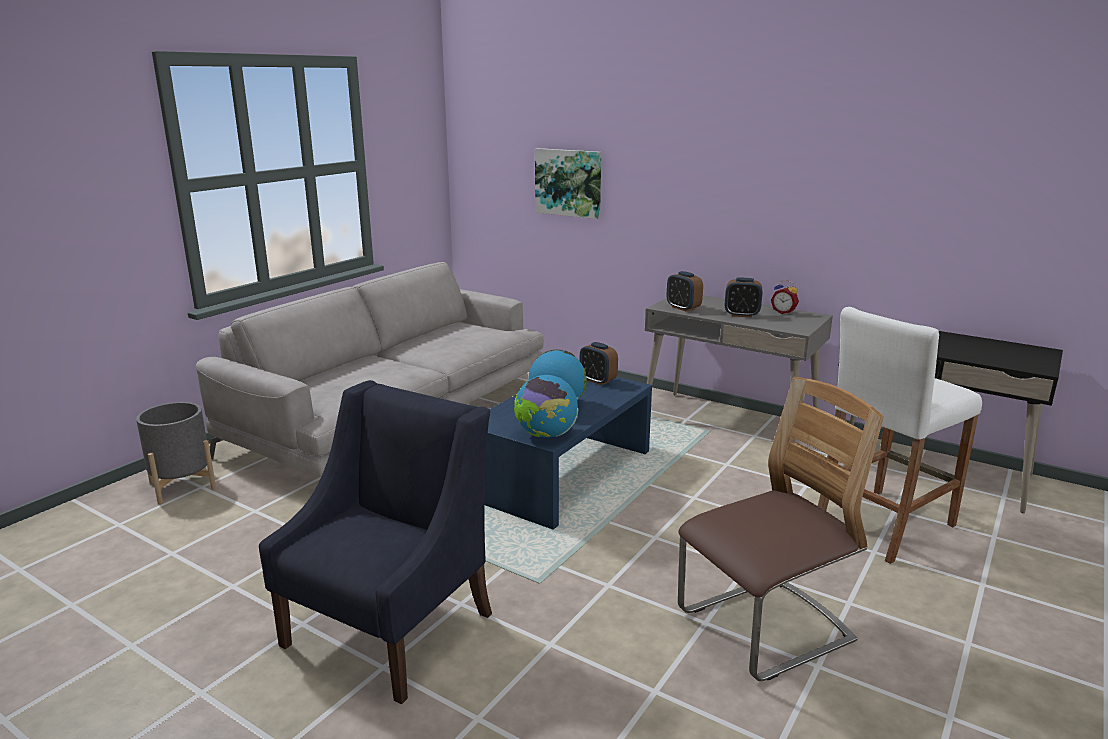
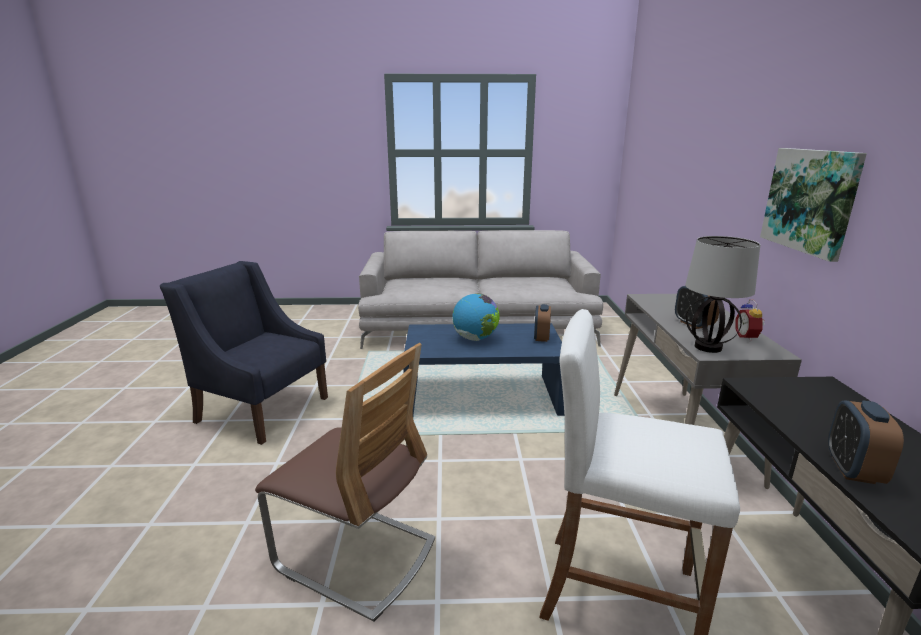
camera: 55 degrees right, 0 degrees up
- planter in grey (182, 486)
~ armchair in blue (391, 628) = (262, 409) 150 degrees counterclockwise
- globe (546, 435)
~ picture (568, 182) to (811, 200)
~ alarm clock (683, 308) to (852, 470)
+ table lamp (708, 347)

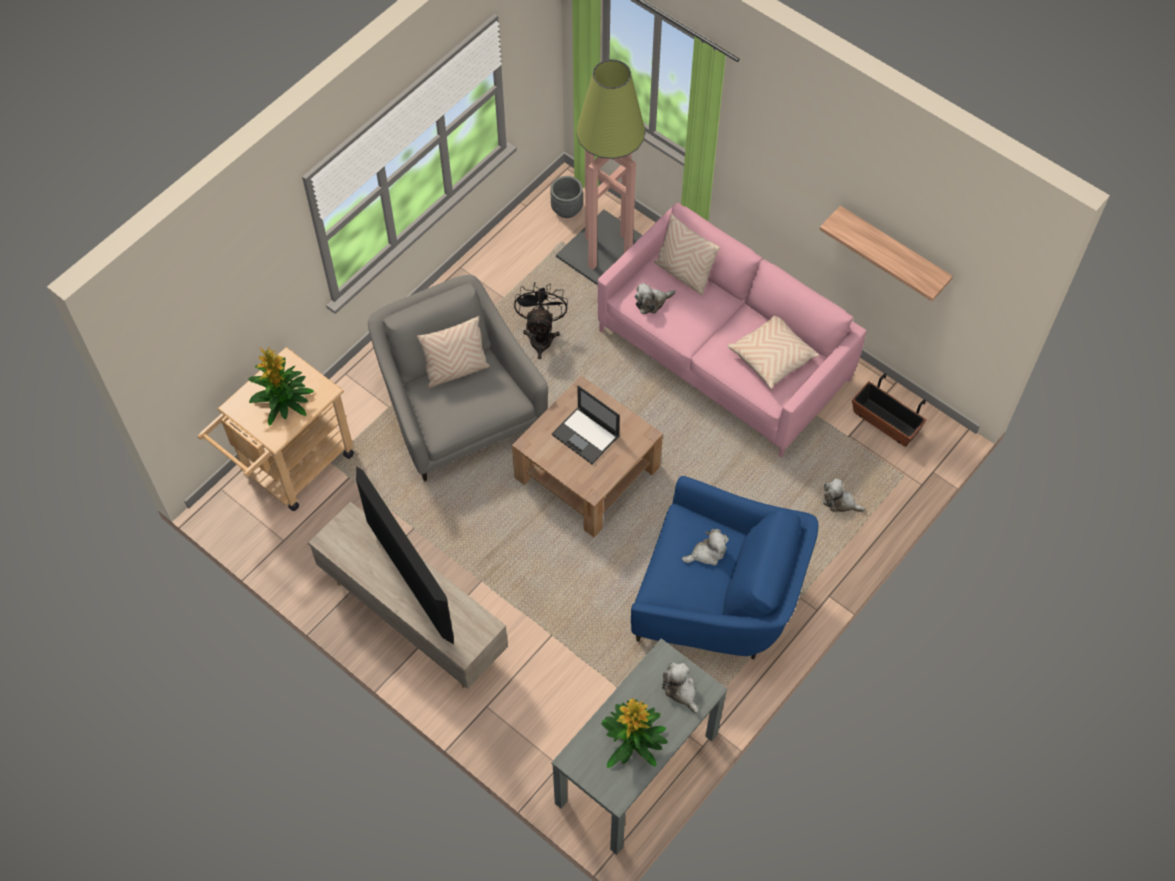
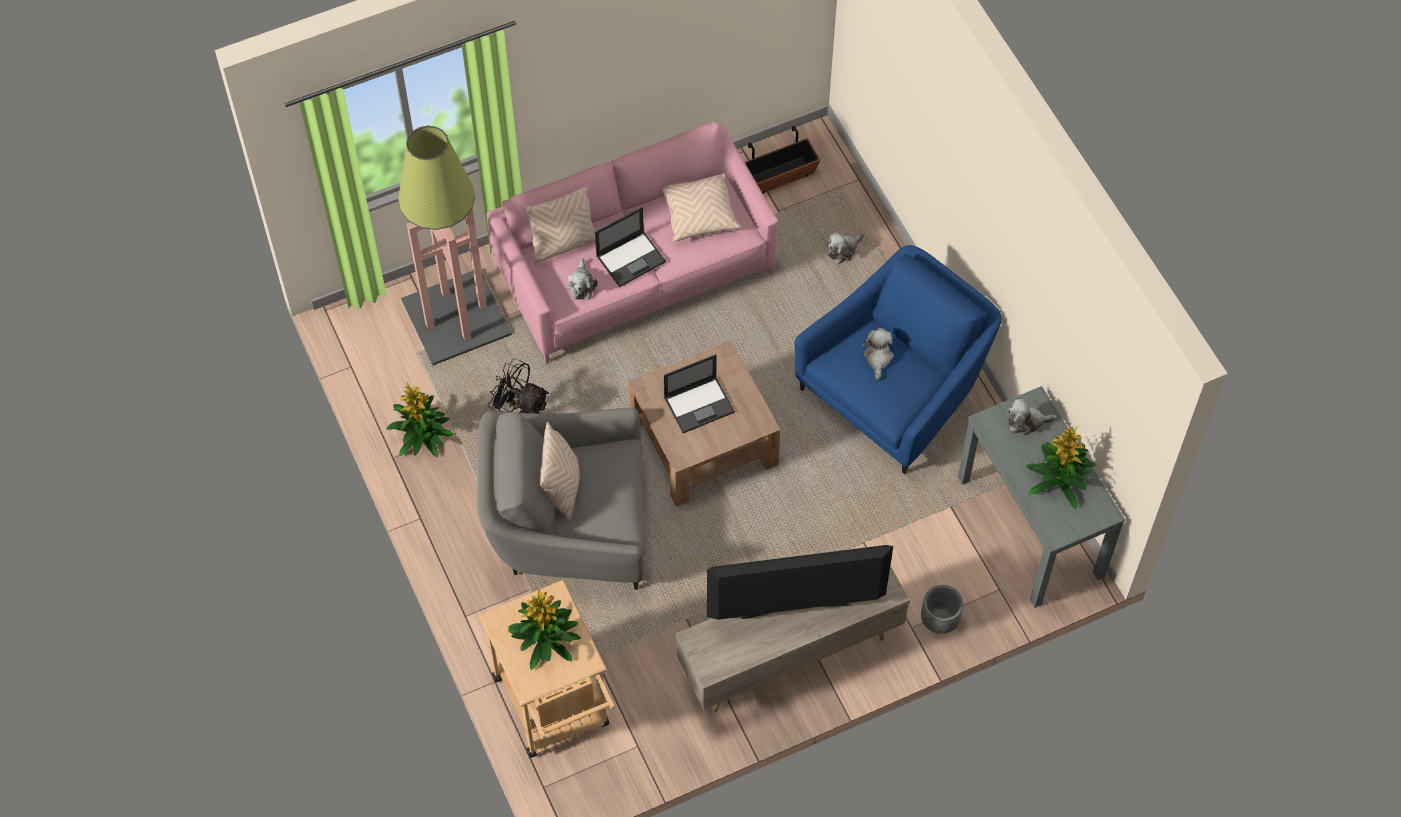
camera: 65 degrees left, 0 degrees up
~ planter in grey (567, 209) to (939, 620)
- shelf (892, 251)
+ potted plant (420, 435)
+ laptop (631, 258)

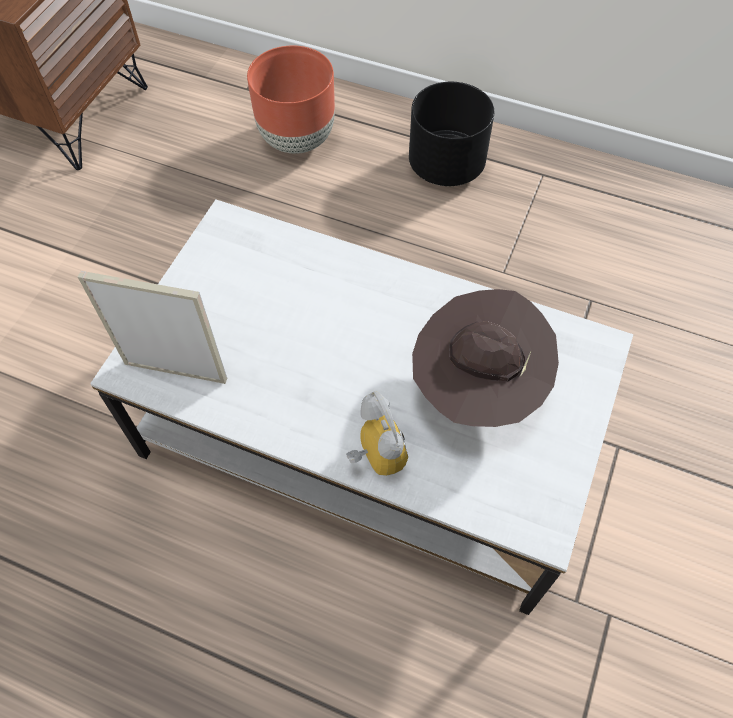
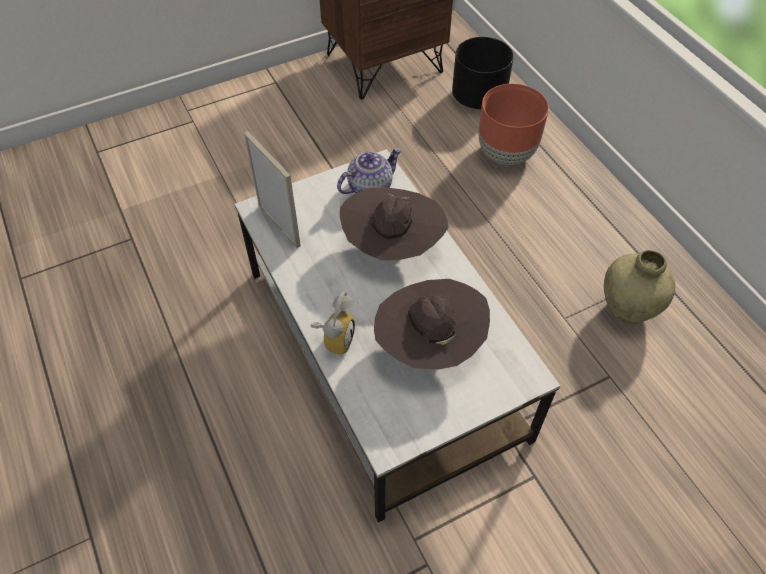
camera: 40 degrees right, 5 degrees down
~ planter in black (445, 167) to (478, 98)
+ teapot (370, 186)
+ hat in brown (392, 247)
+ vase in beige (627, 310)

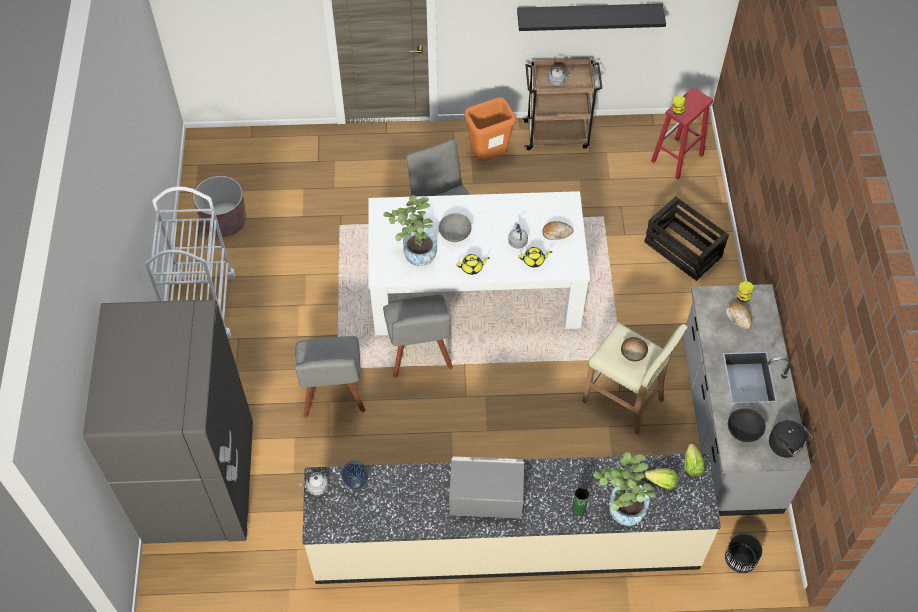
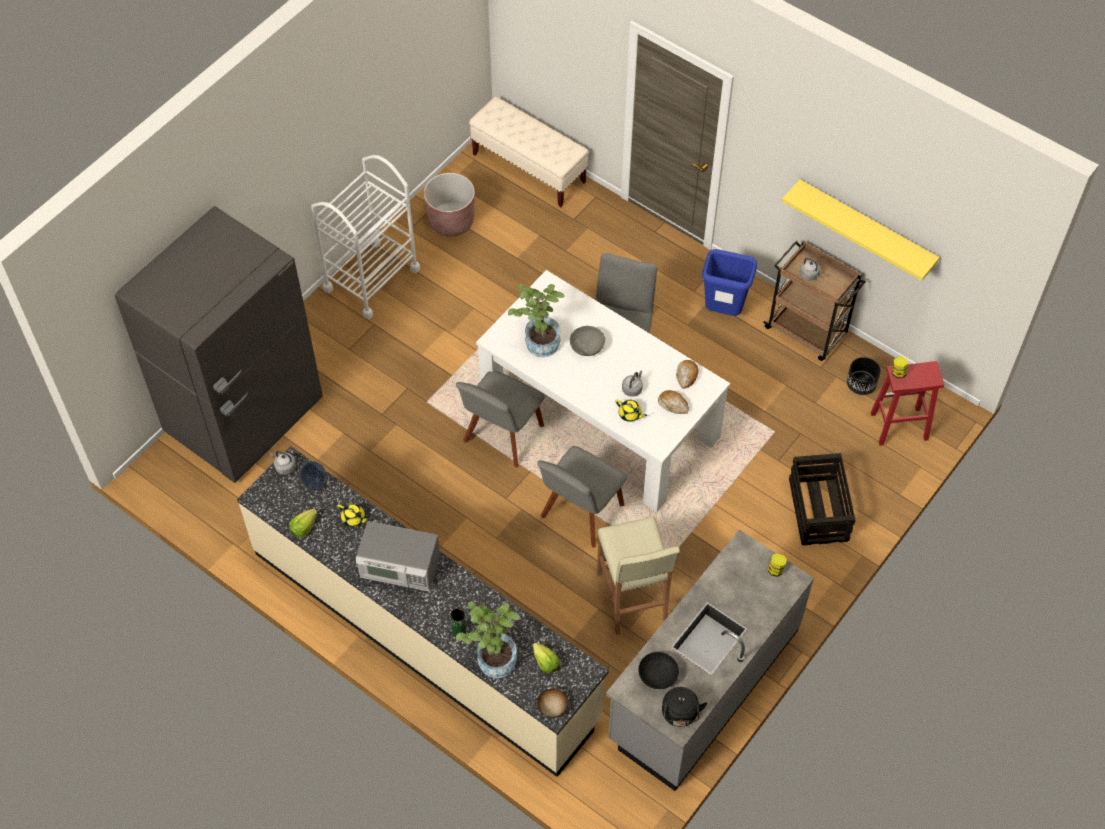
camera: 40 degrees right, 0 degrees up
~ chair in grey (333, 394) to (580, 514)
~ microwave (485, 495) = (400, 567) 150 degrees clockwise
~ teapot in yellow (472, 267) to (353, 518)
~ trash can in orange (489, 157) to trash can in blue (724, 311)
~ shelf in black (588, 15) to shelf in yellow (866, 227)
~ bowl (633, 354) to (553, 708)
~ lettuce (692, 465) to (304, 527)
~ planter in black (740, 560) to (860, 385)
~ bread (738, 317) to (686, 375)
+ bench in beige (529, 168)

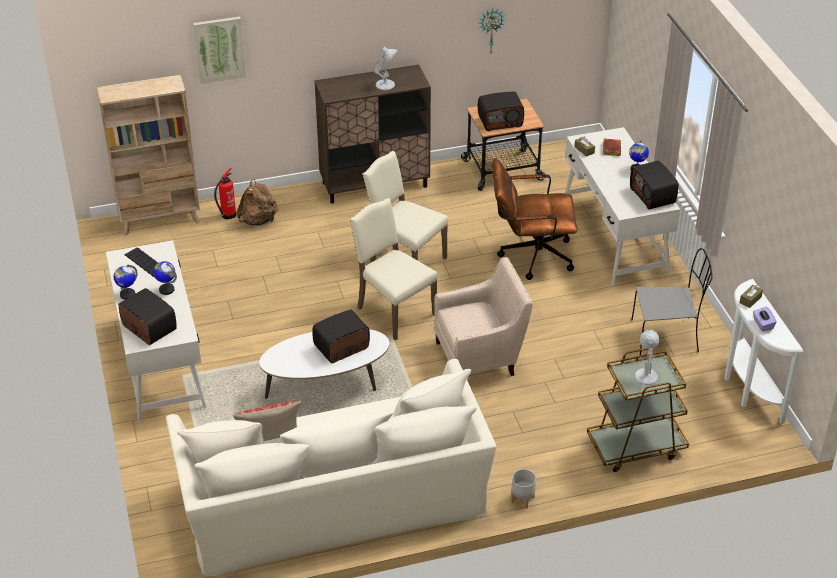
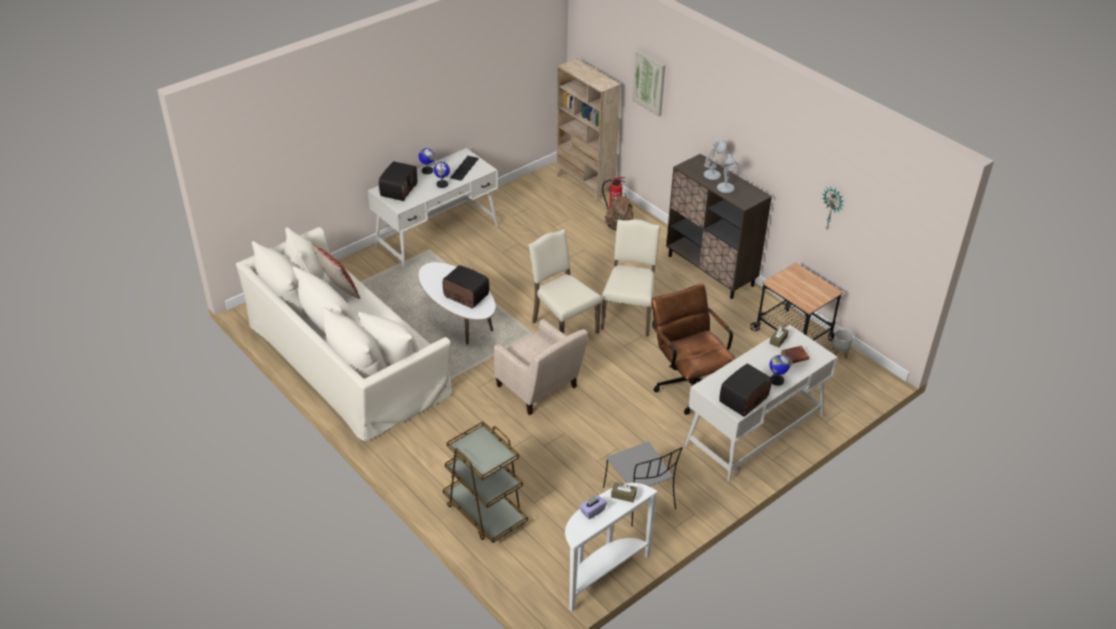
camera: 65 degrees right, 0 degrees up
~ chair in beige (394, 311) = (562, 327) 60 degrees counterclockwise
- radio (500, 121)
~ planter in grey (522, 500) to (839, 354)
~ table lamp in white (646, 375) to (713, 174)

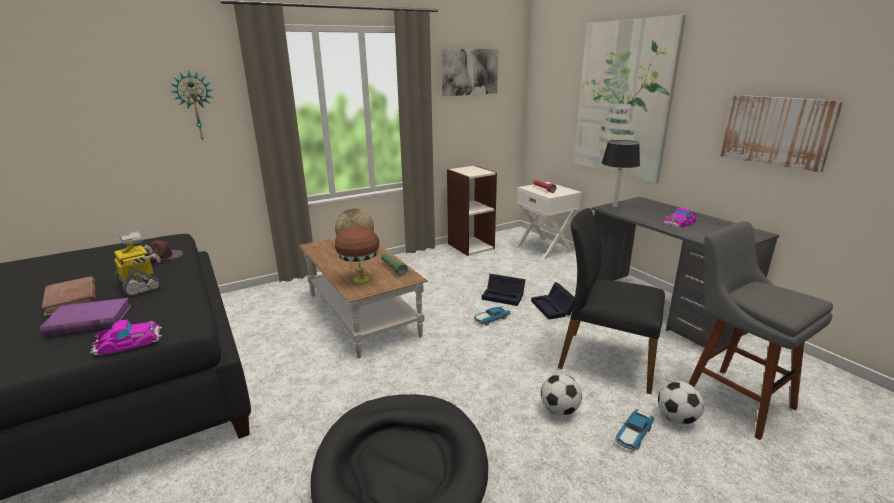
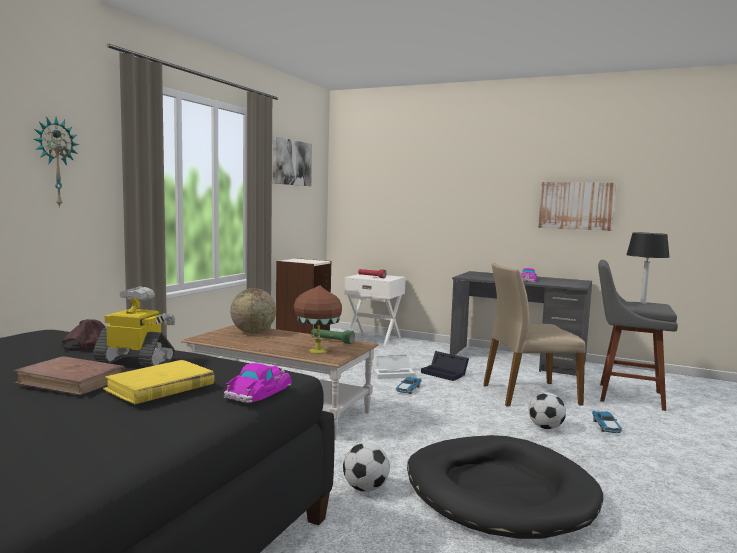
camera: 35 degrees left, 15 degrees down
~ book in purple (88, 320) to book in yellow (160, 387)
~ storage box in black (504, 296) to storage box in white (393, 373)
~ chair in black (606, 359) to chair in beige (529, 394)
- picture (623, 100)
~ table lamp in black (614, 207) to (643, 303)
~ football (676, 418) to (365, 488)

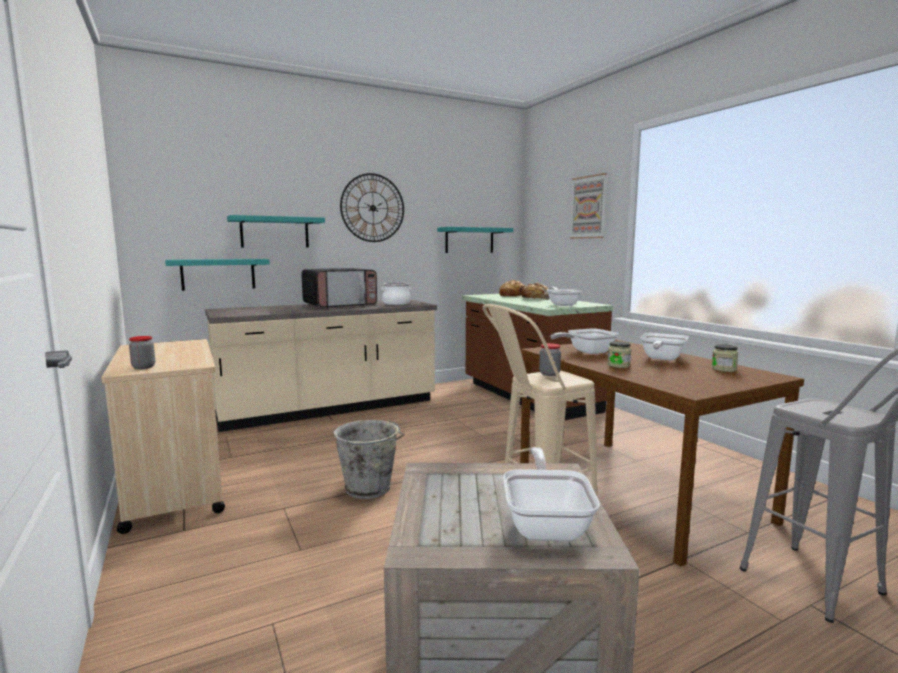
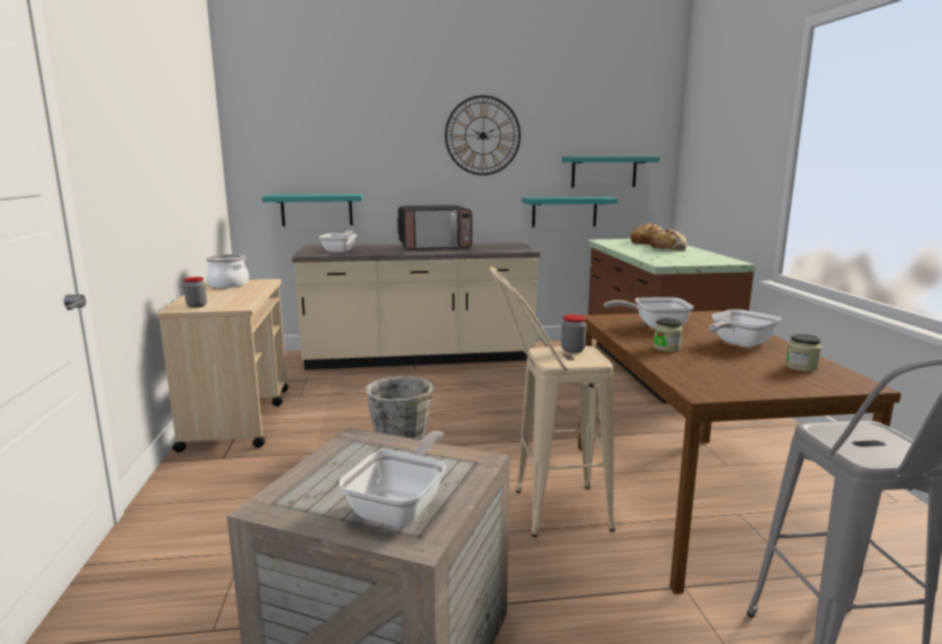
camera: 20 degrees right, 5 degrees up
~ shelf in turquoise (274, 232) to (564, 212)
~ cooking pot (396, 303) to (229, 285)
~ frying pan (562, 304) to (341, 251)
- picture (588, 207)

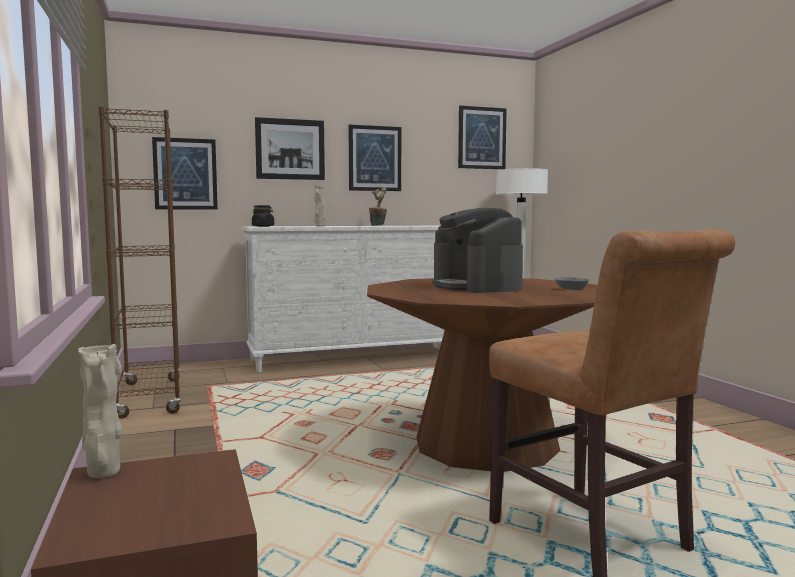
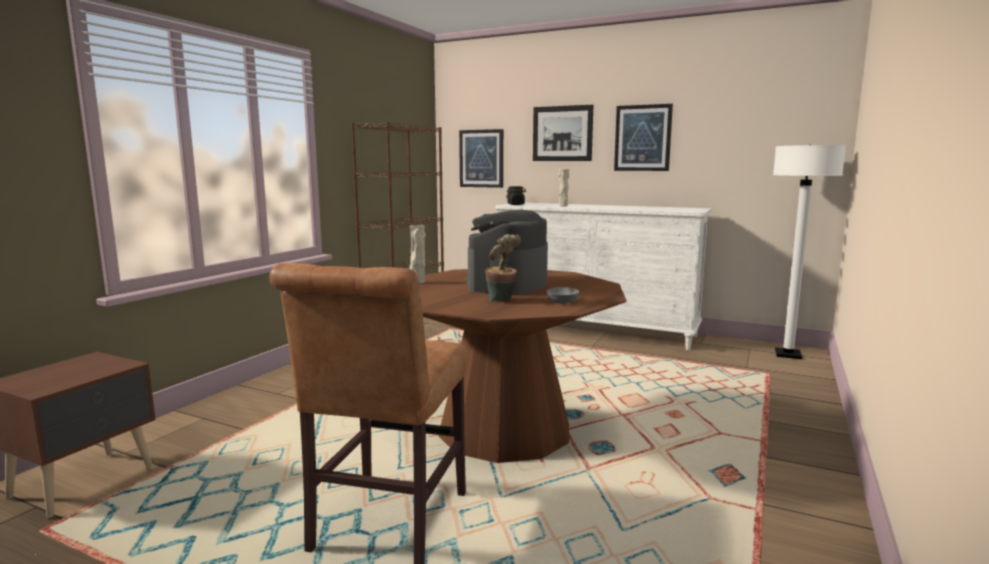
camera: 45 degrees right, 5 degrees up
~ vase in beige (103, 473) to (418, 282)
~ potted plant (378, 225) to (502, 300)
- picture (481, 138)

